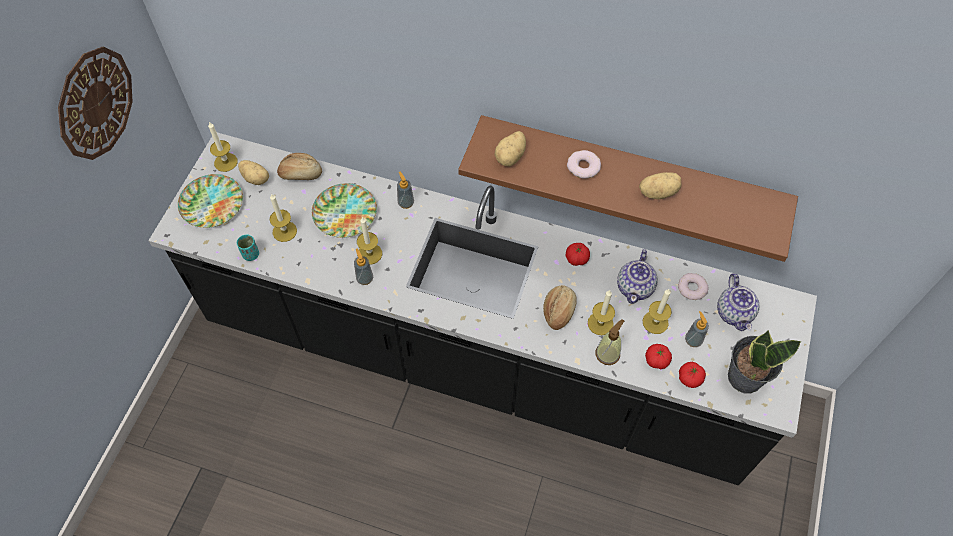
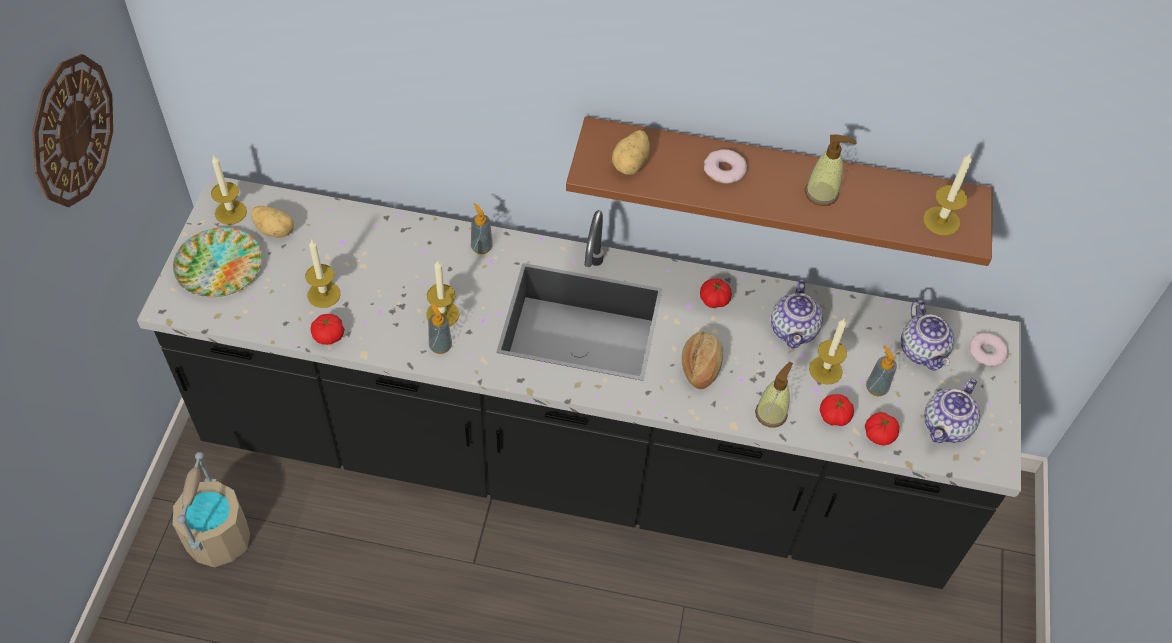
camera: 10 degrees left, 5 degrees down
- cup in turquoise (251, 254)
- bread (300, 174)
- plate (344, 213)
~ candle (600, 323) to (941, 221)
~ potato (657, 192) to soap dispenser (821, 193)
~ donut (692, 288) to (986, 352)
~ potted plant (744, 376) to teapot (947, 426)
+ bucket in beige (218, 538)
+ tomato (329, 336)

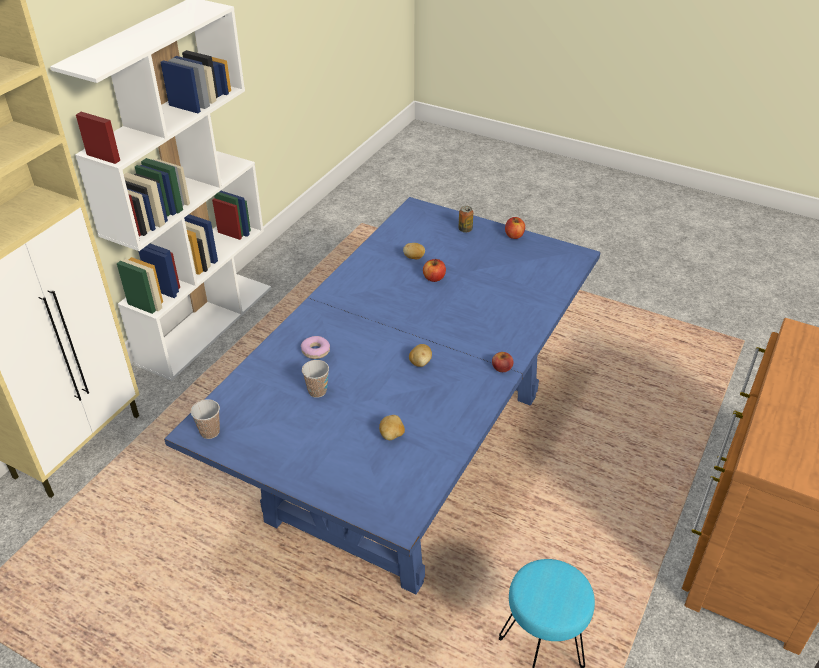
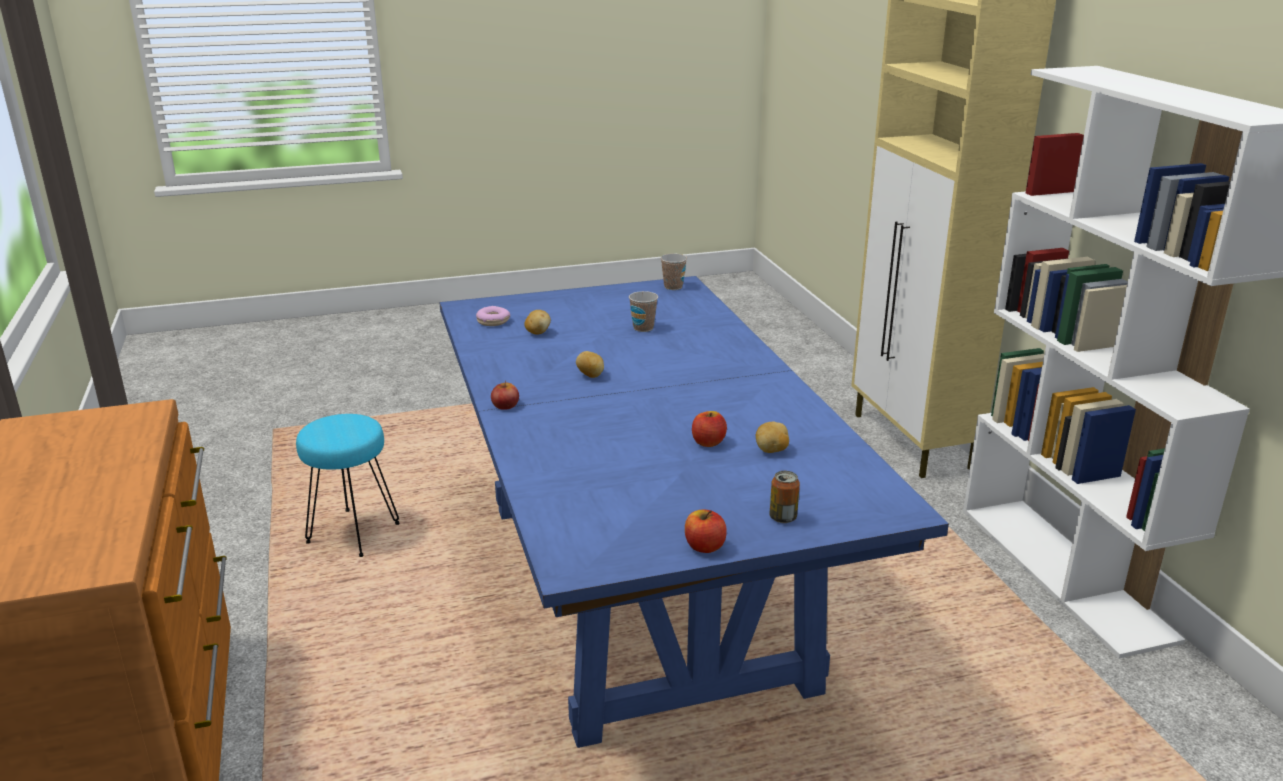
camera: 135 degrees right, 15 degrees down
~ donut (315, 351) to (493, 321)

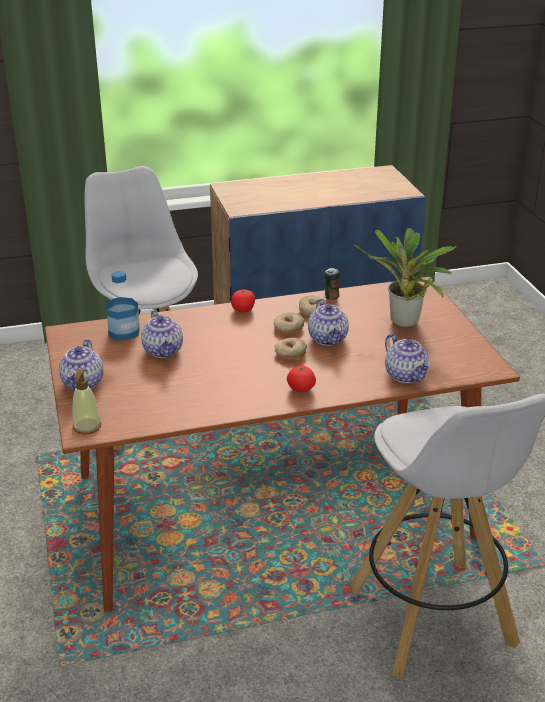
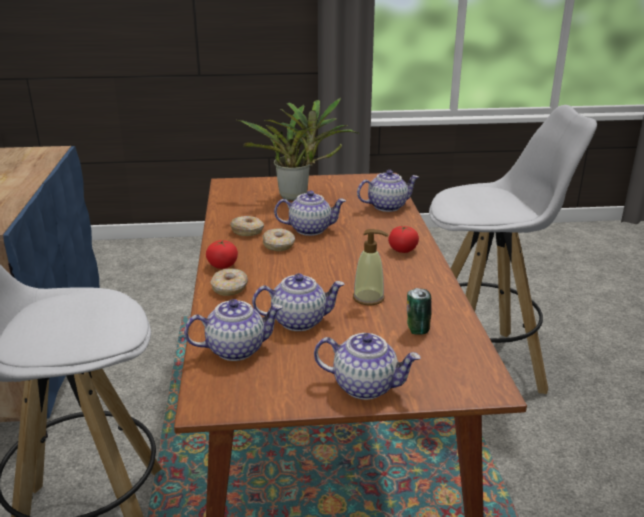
camera: 80 degrees left, 5 degrees down
~ soap dispenser (87, 427) to (369, 298)
~ bottle (124, 332) to teapot (236, 349)
~ donut (290, 353) to (230, 288)
~ can (331, 296) to (417, 330)

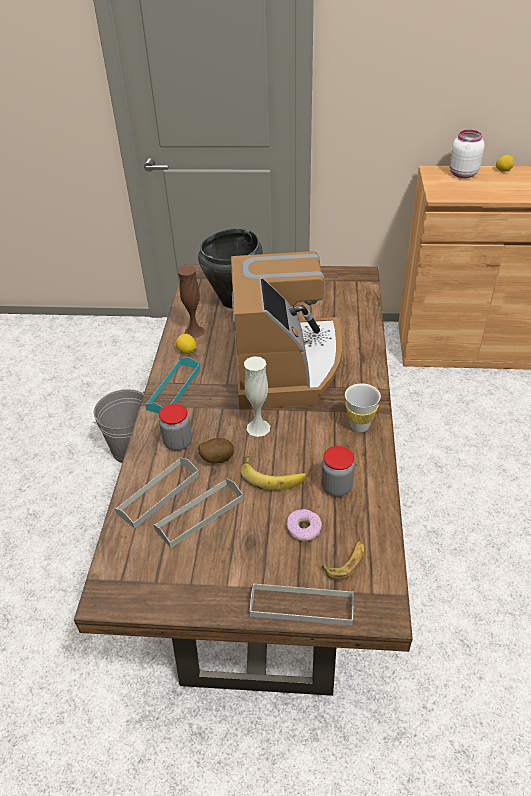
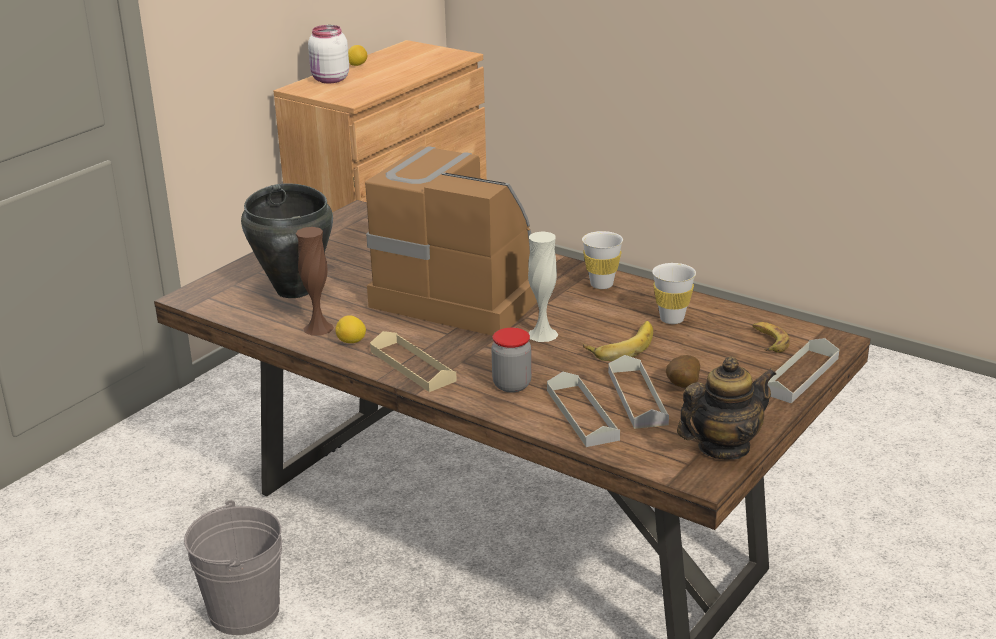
camera: 60 degrees left, 15 degrees down
~ tray in turquoise (174, 388) to tray in beige (412, 366)
~ potato (217, 459) to (681, 387)
- donut (304, 528)
~ jar (336, 487) to cup in white (672, 319)
+ teapot (723, 447)

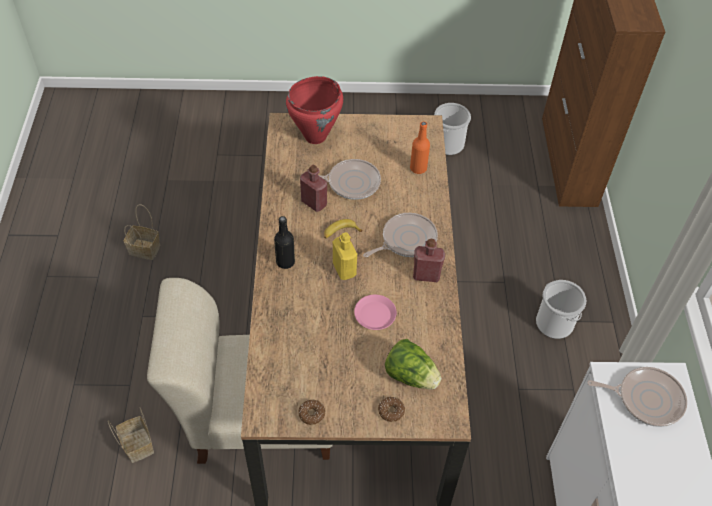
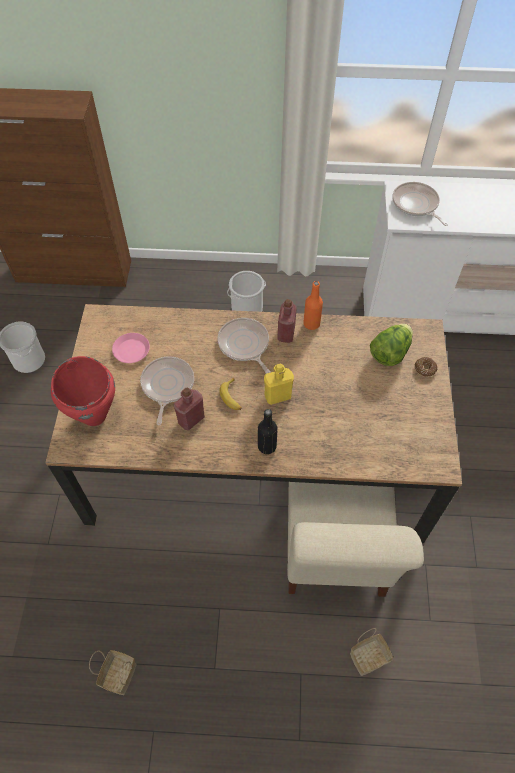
camera: 85 degrees left, 5 degrees up
- donut (312, 414)
~ plate in pink (375, 315) to (131, 350)
~ bottle in orange (418, 168) to (311, 324)
~ frying pan (646, 398) = (416, 205) 45 degrees counterclockwise

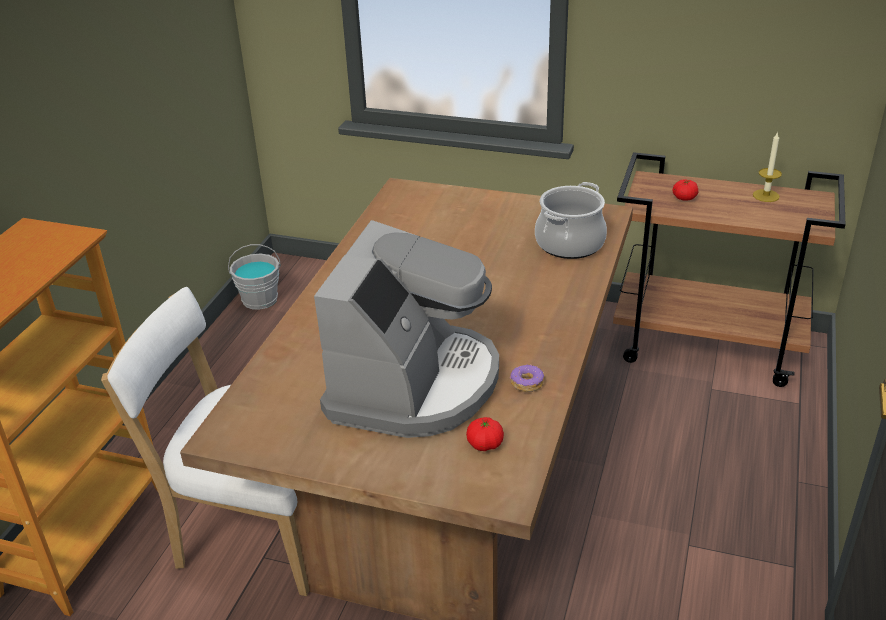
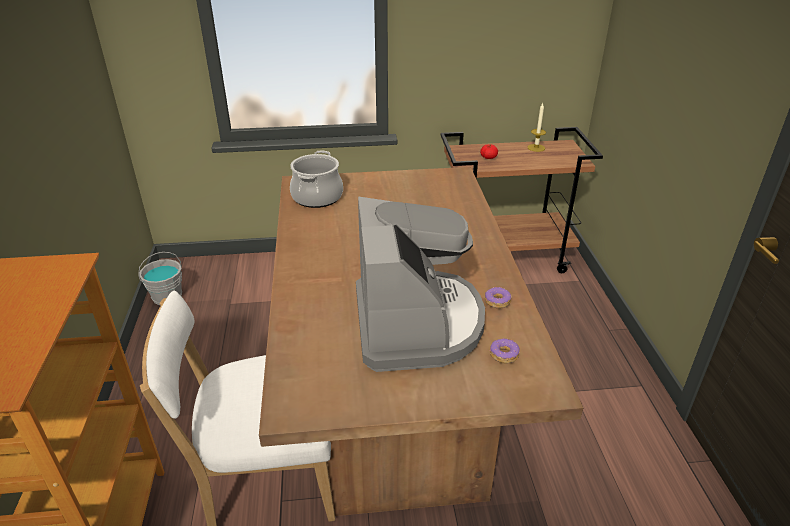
camera: 25 degrees left, 0 degrees up
~ tomato (485, 444) to donut (503, 355)
~ cooking pot (570, 244) to (317, 197)

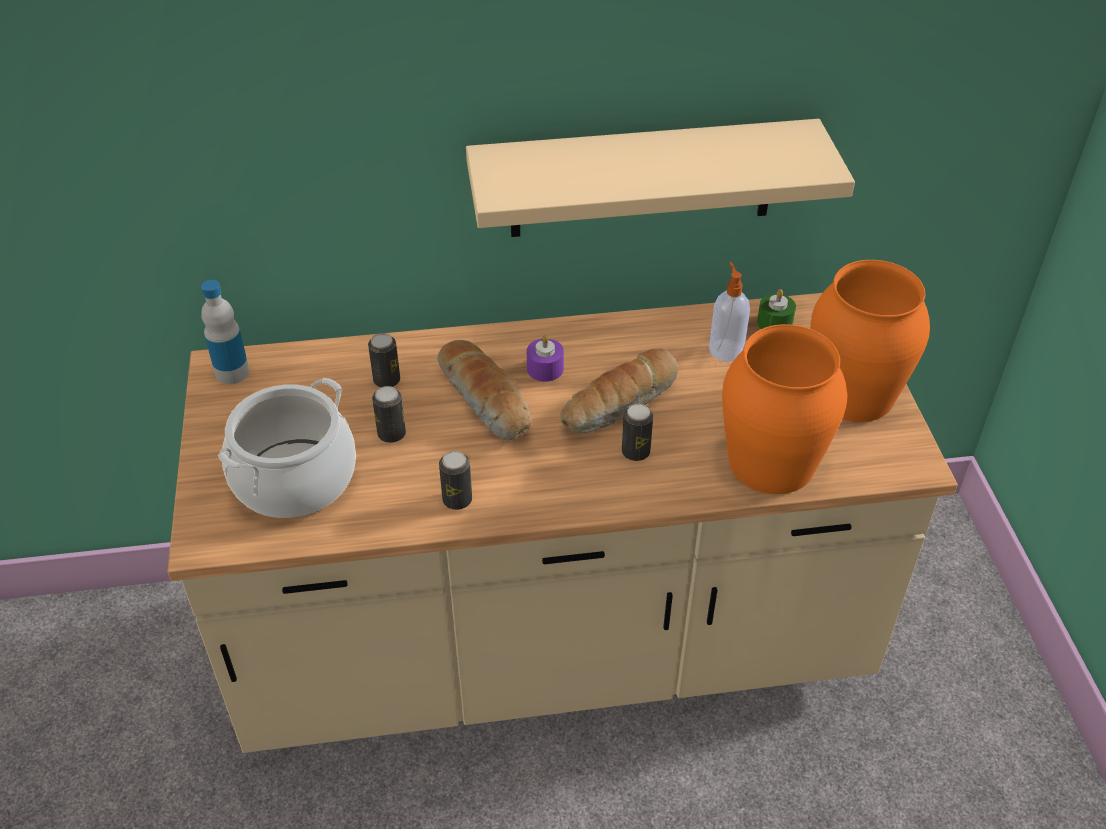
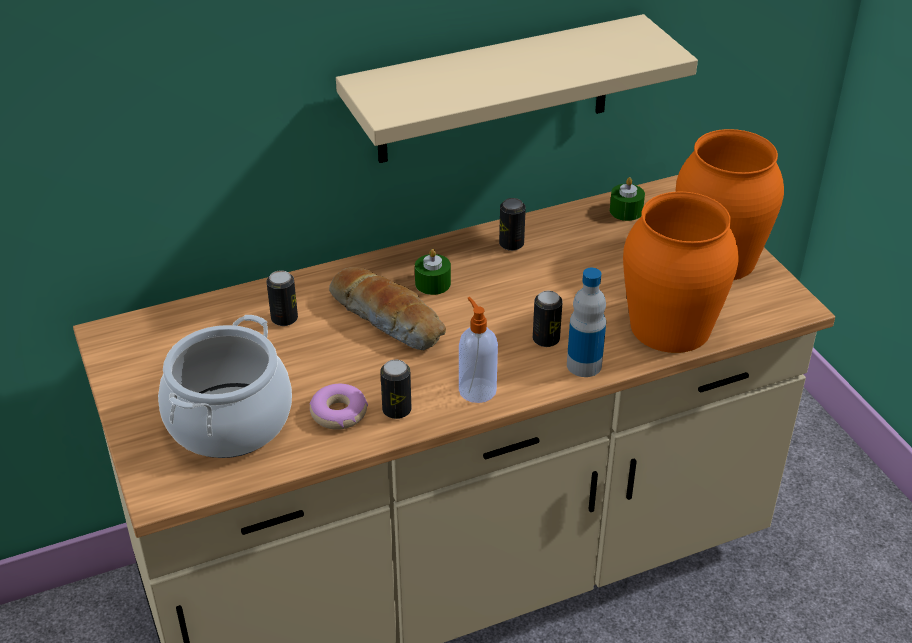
camera: 15 degrees left, 5 degrees down
~ bottle (232, 372) to (584, 365)
~ can (391, 434) to (511, 244)
~ candle in purple (545, 369) to candle in green (433, 283)
- bread (621, 404)
~ soap dispenser (725, 349) to (476, 389)
+ donut (339, 413)

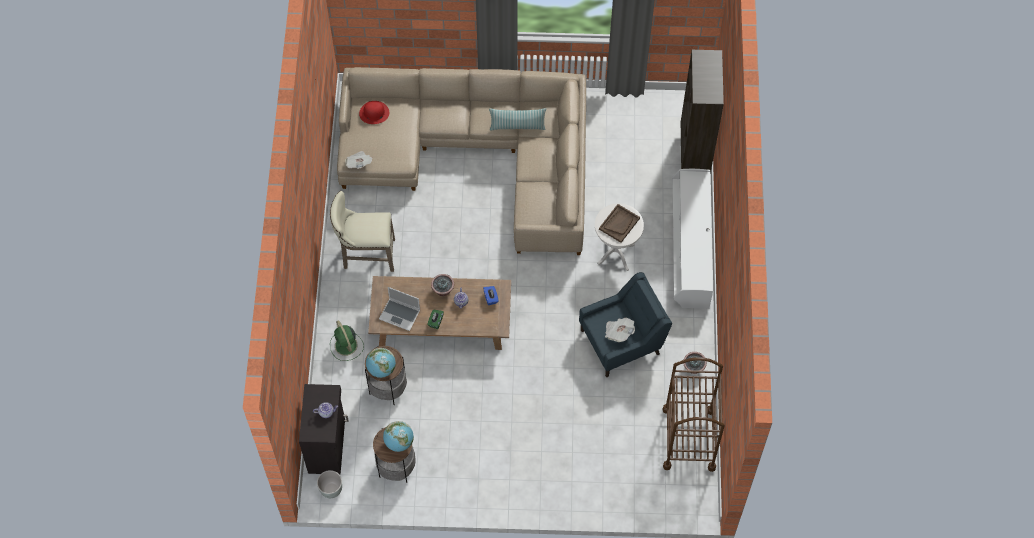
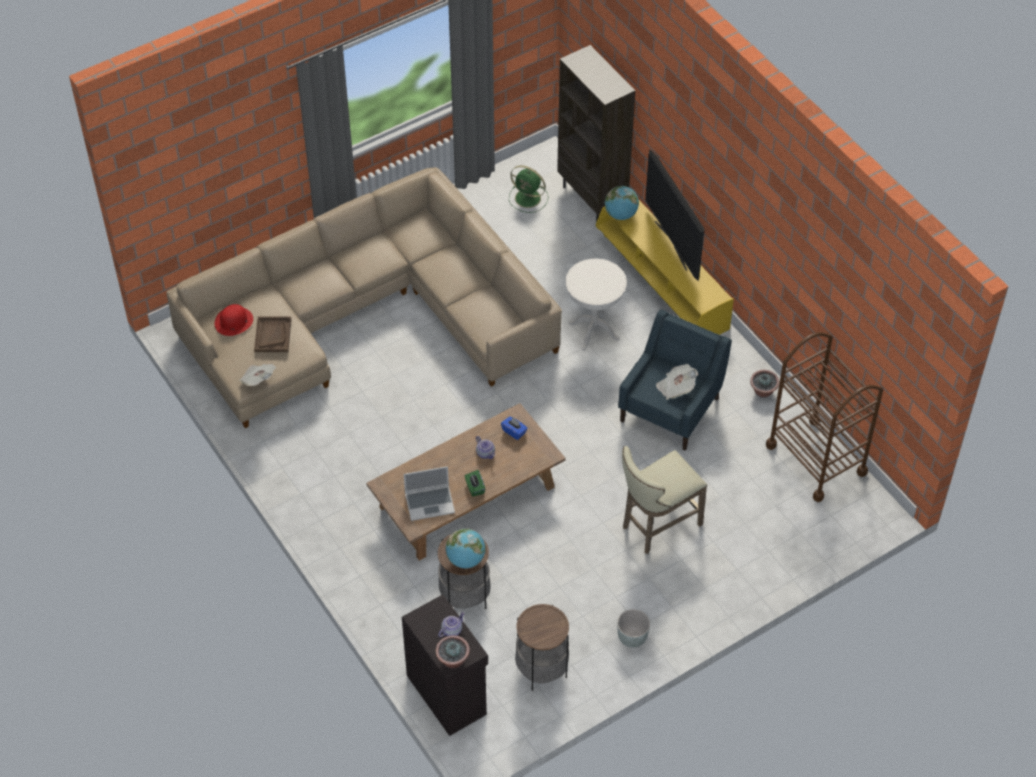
camera: 35 degrees left, 10 degrees down
~ planter in grey (331, 489) to (631, 638)
~ stool in beige (366, 255) to (657, 526)
~ fan in green (346, 346) to (529, 199)
~ globe (399, 442) to (621, 215)
~ potted plant (443, 290) to (453, 660)
- pillow (517, 126)
~ tray in brown (619, 224) to (272, 335)
~ tv stand in white (689, 247) to tv stand in yellow (661, 284)
+ television (672, 245)

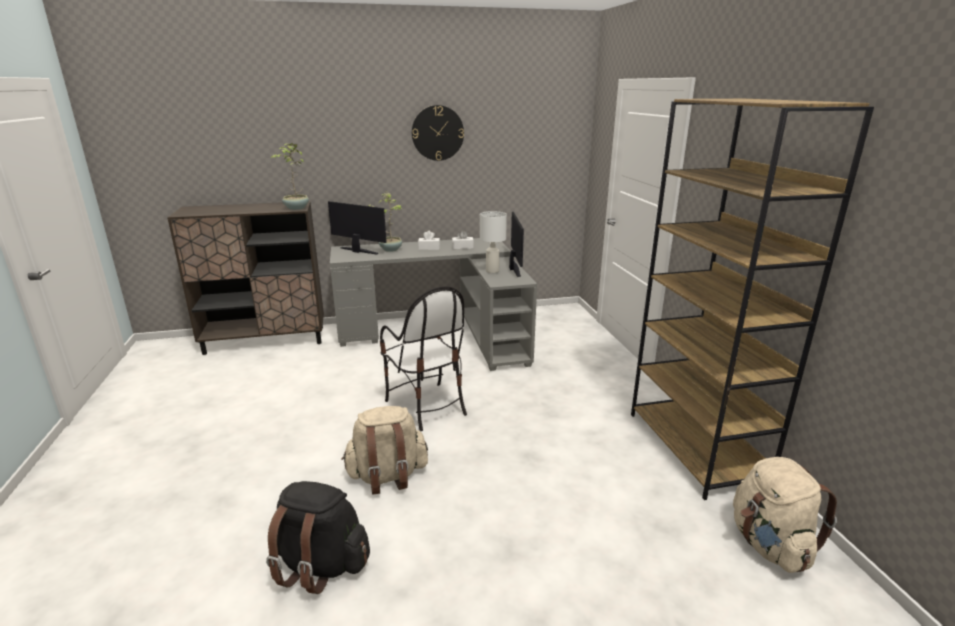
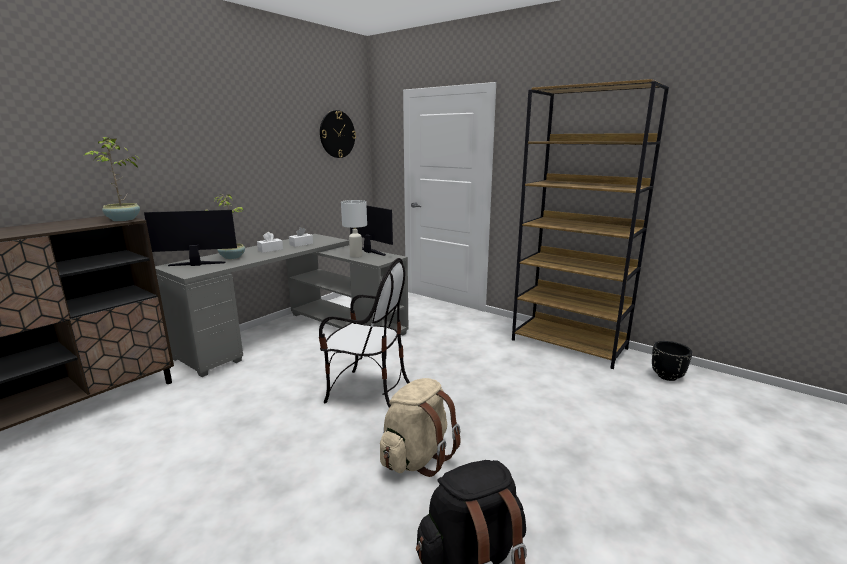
camera: 40 degrees left, 5 degrees down
~ wall clock (437, 133) to (337, 134)
~ backpack in beige (769, 544) to planter in black (667, 376)

